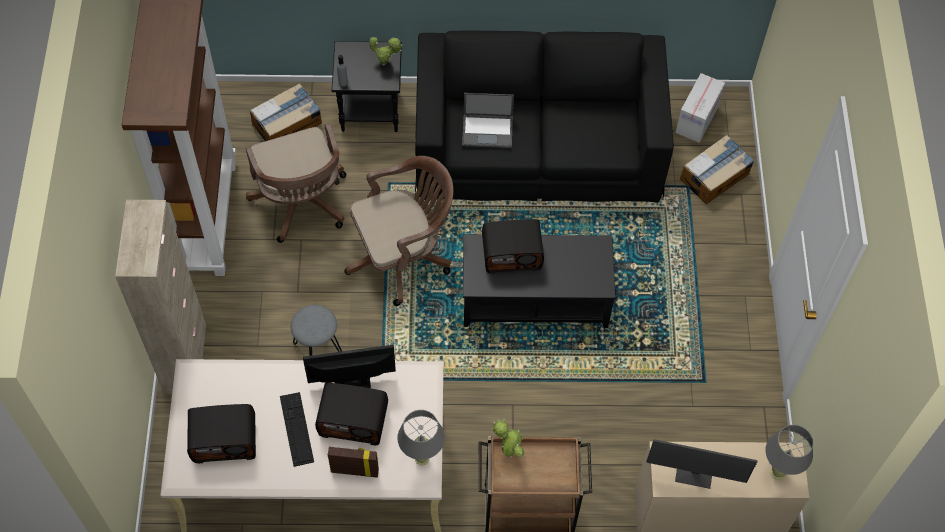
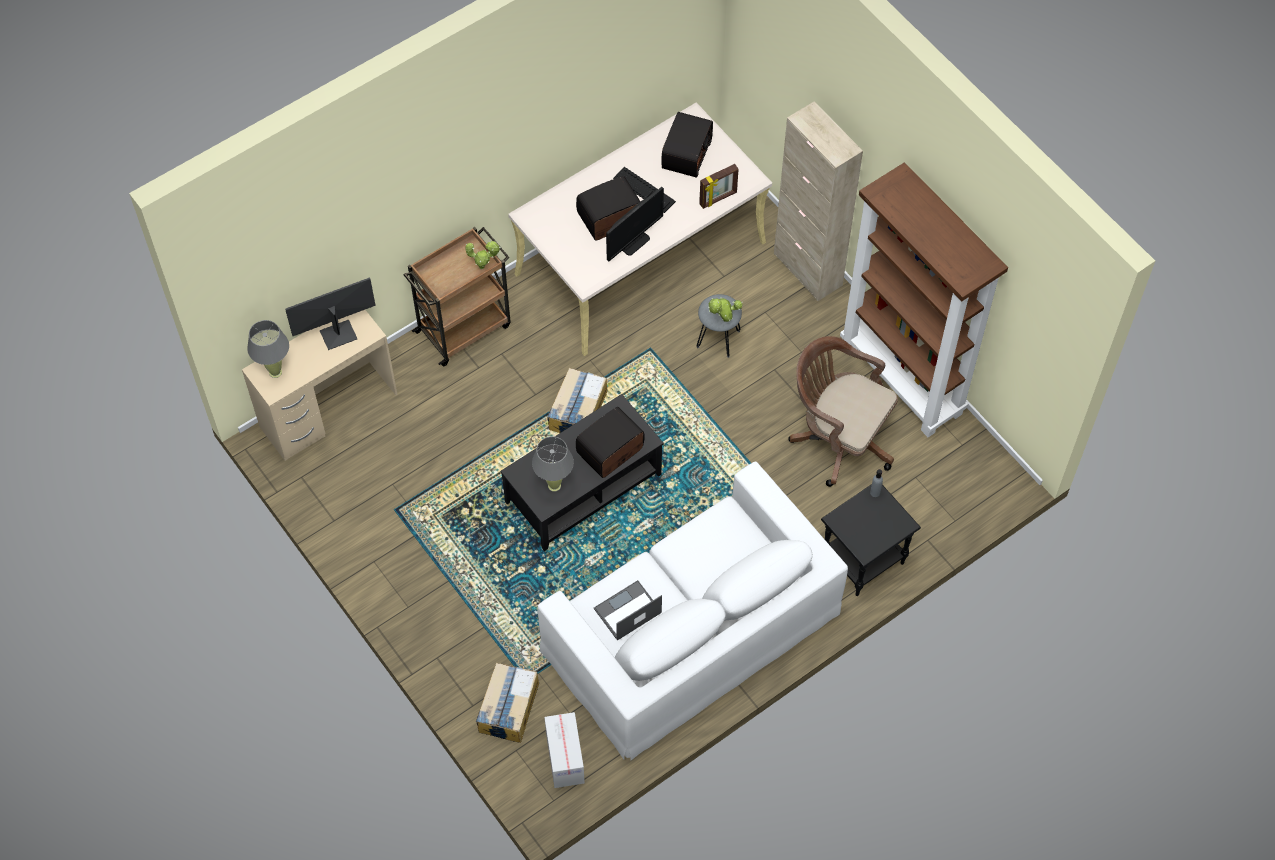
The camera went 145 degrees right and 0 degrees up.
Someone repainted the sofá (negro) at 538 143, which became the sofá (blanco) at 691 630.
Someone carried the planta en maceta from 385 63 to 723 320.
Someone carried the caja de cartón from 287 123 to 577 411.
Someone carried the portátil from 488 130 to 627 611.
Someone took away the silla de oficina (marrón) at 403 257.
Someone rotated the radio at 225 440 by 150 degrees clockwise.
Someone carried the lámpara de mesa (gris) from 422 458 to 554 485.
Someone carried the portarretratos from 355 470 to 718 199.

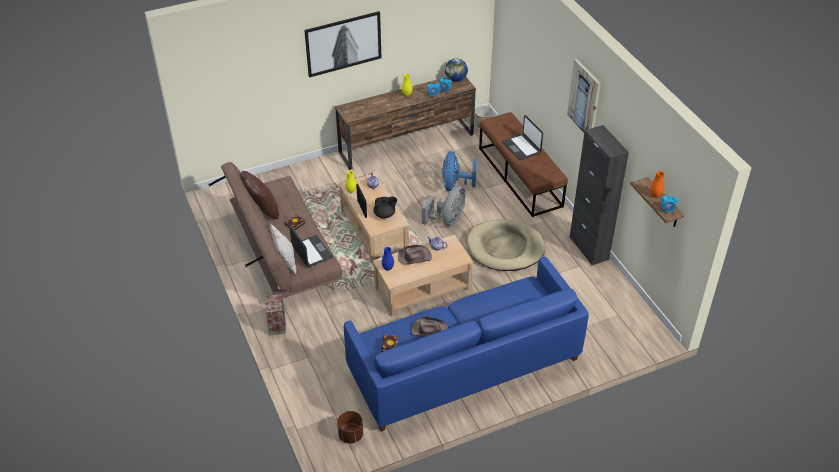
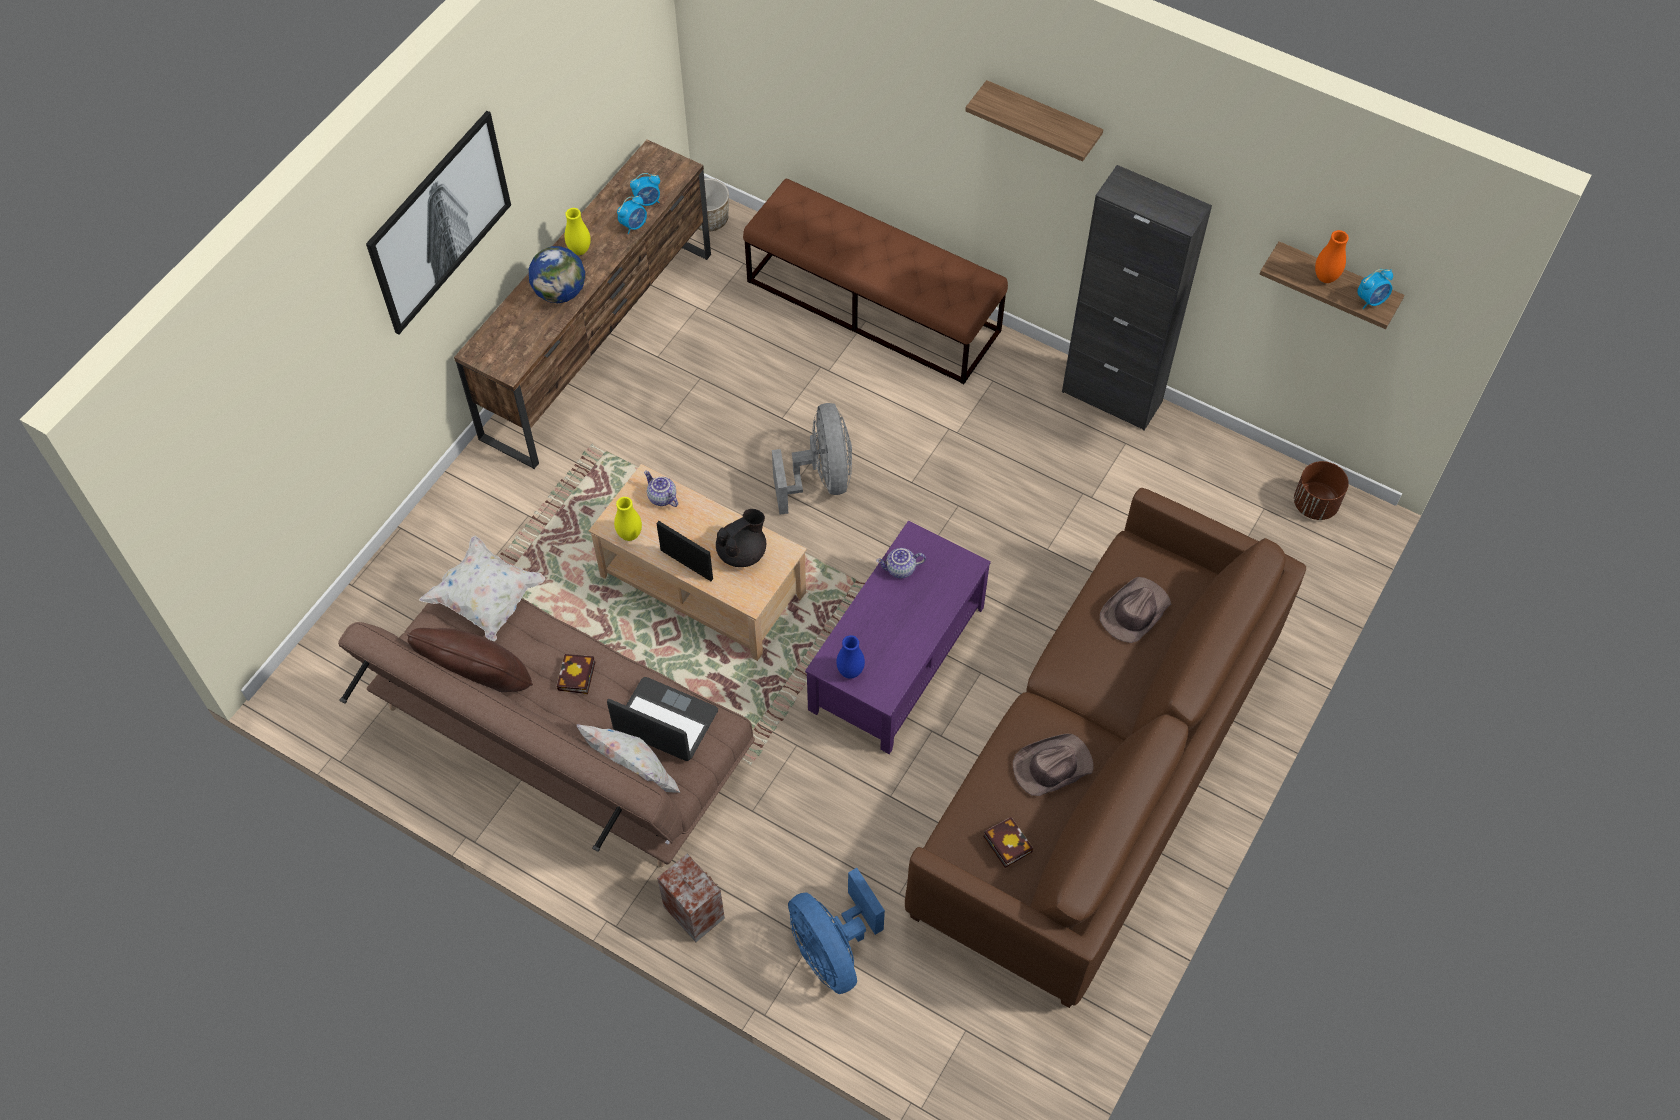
The camera went 35 degrees left and 15 degrees up.
Someone carried the globo terráqueo from 456 79 to 560 292.
Someone swapped the cuadro at 584 98 for the estante at 1042 121.
Someone took away the portátil at 522 147.
Someone carried the ventilador (azul) from 455 185 to 832 950.
Someone took away the cama para perro (beis) at 505 248.
Someone repainted the mesa de centro (beis) at 422 289, which became the mesa de centro (morado) at 898 659.
Someone carried the sombrero (marrón) from 414 257 to 1134 612.
Someone repainted the sofá (azul) at 463 365, which became the sofá (marrón) at 1097 774.
Someone carried the maceta (marrón) from 350 435 to 1315 505.
Someone put down the cojín (blanco) at 487 599.

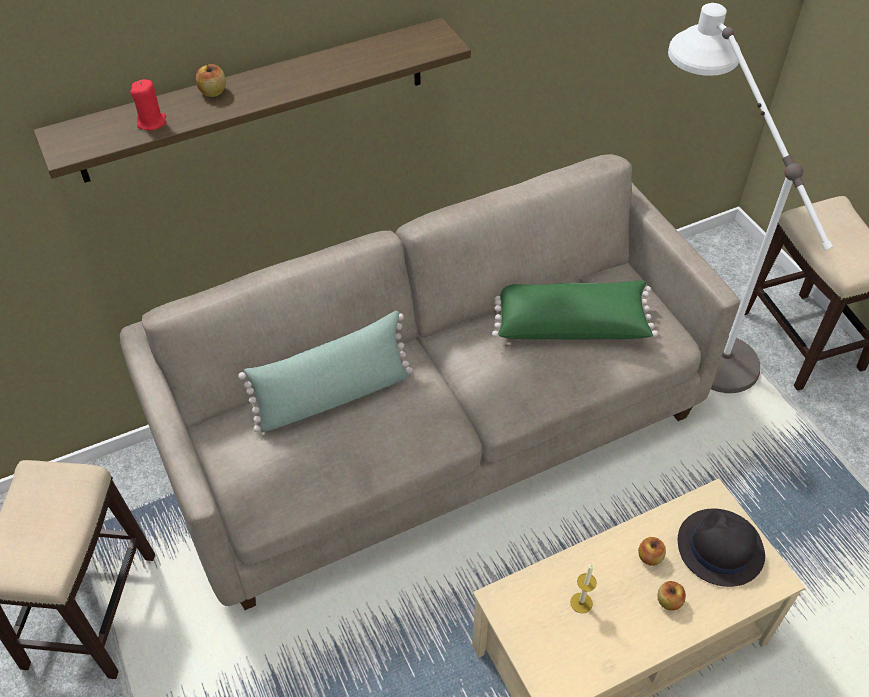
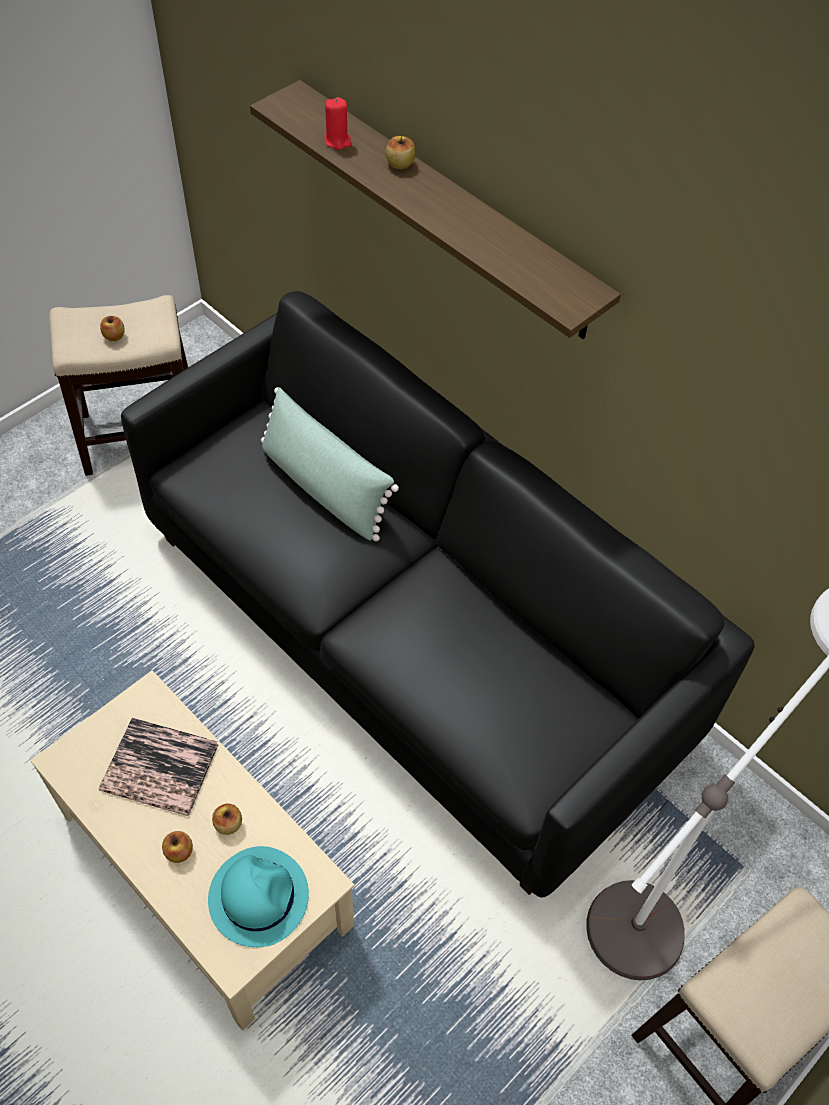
The camera went 70 degrees right and 5 degrees up.
Someone repainted the sofá (beis) at 435 430, which became the sofá (negro) at 412 634.
Someone took away the cojín (verde) at 570 322.
Someone repainted the sombrero (negro) at 719 548, which became the sombrero (turquesa) at 258 896.
Someone swapped the vela at 581 603 for the libro at 159 767.
Someone put down the manzana at 114 336.

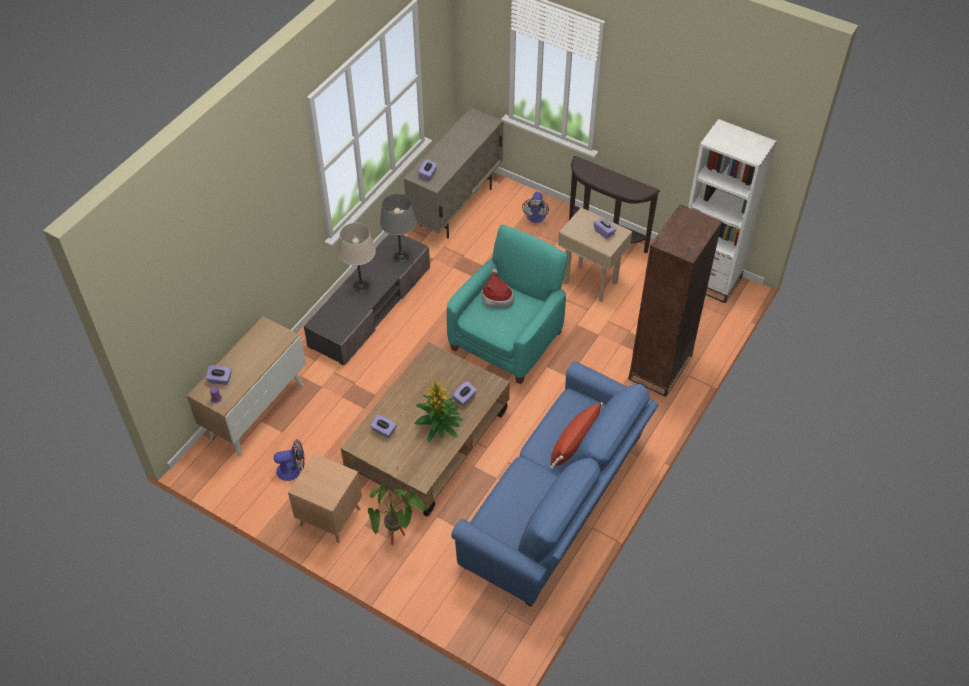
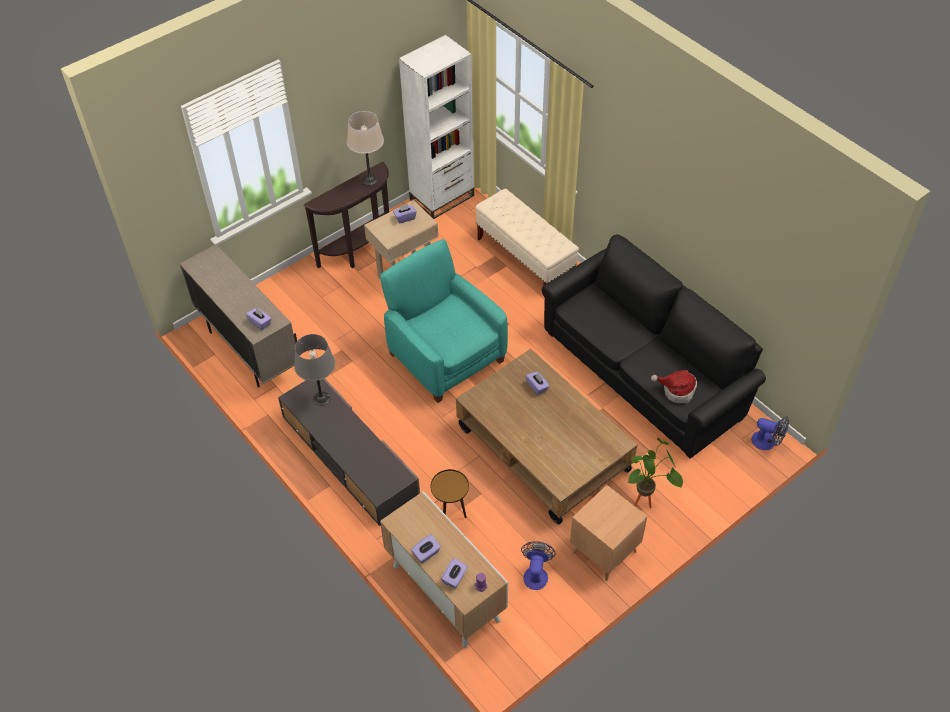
The camera went 70 degrees left and 0 degrees up.
Someone carried the ventilador from 535 218 to 767 442.
Someone swapped the estantería (marrón) at 660 367 for the banco (beis) at 525 259.
Someone carried the lámpara de mesa (beis) from 361 286 to 369 180.
Someone carried the sombrero from 496 296 to 677 390.
Someone repainted the sofá (azul) at 557 505, which became the sofá (negro) at 646 372.
Someone took away the planta en maceta at 438 425.
Someone took away the cojín (rojo) at 574 443.
Someone carried the caja de pañuelos (morado) from 383 431 to 426 553.
Someone put down the mesa auxiliar (marrón) at 451 517.

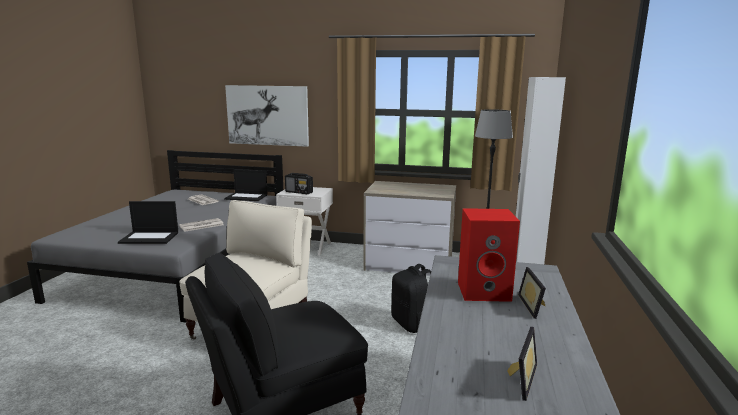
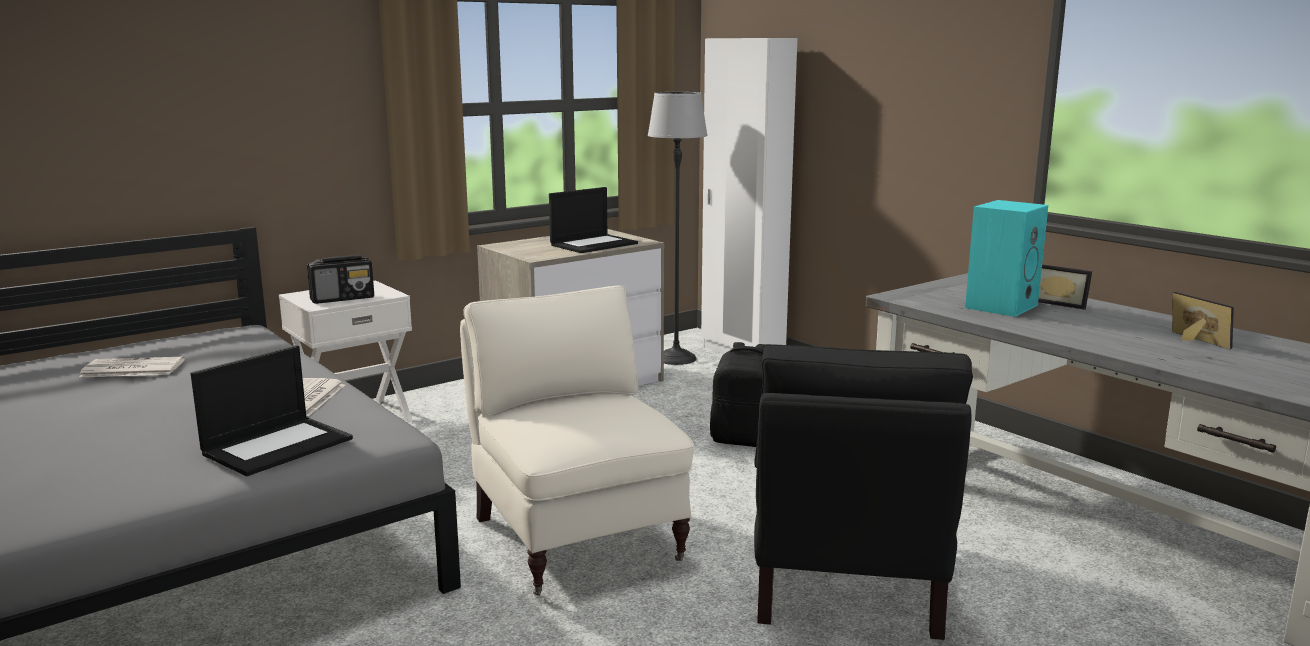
The camera went 50 degrees left and 0 degrees up.
Someone took away the cuadro at 267 115.
Someone carried the portátil from 247 197 to 594 244.
Someone repainted the altavoz (rojo) at 485 291, which became the altavoz (turquesa) at 1000 306.

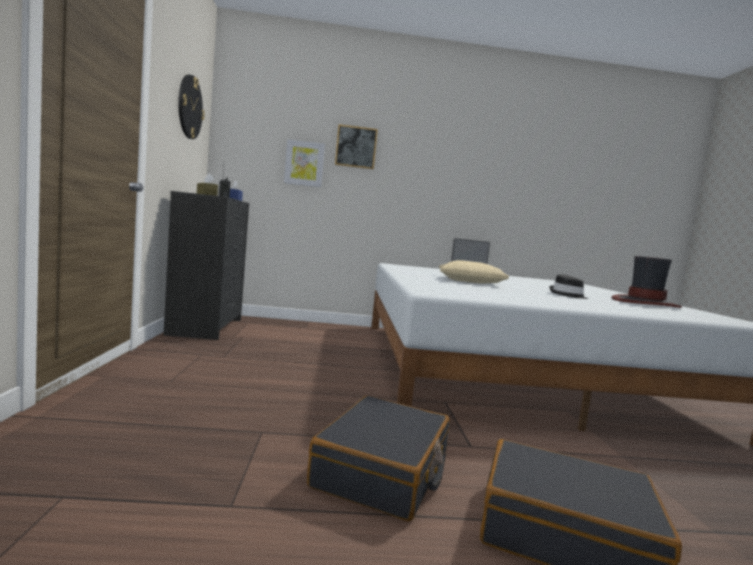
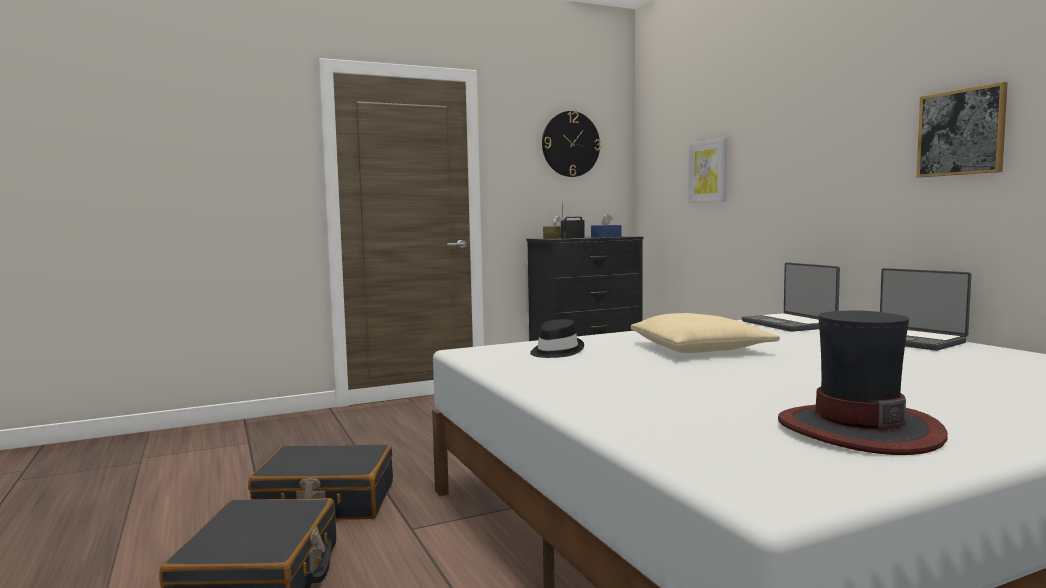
The camera went 70 degrees right and 0 degrees up.
Someone carried the cuadro from 356 147 to 961 132.
Someone carried the sombrero (negro) from 567 295 to 555 351.
Someone put down the portátil at 789 324.

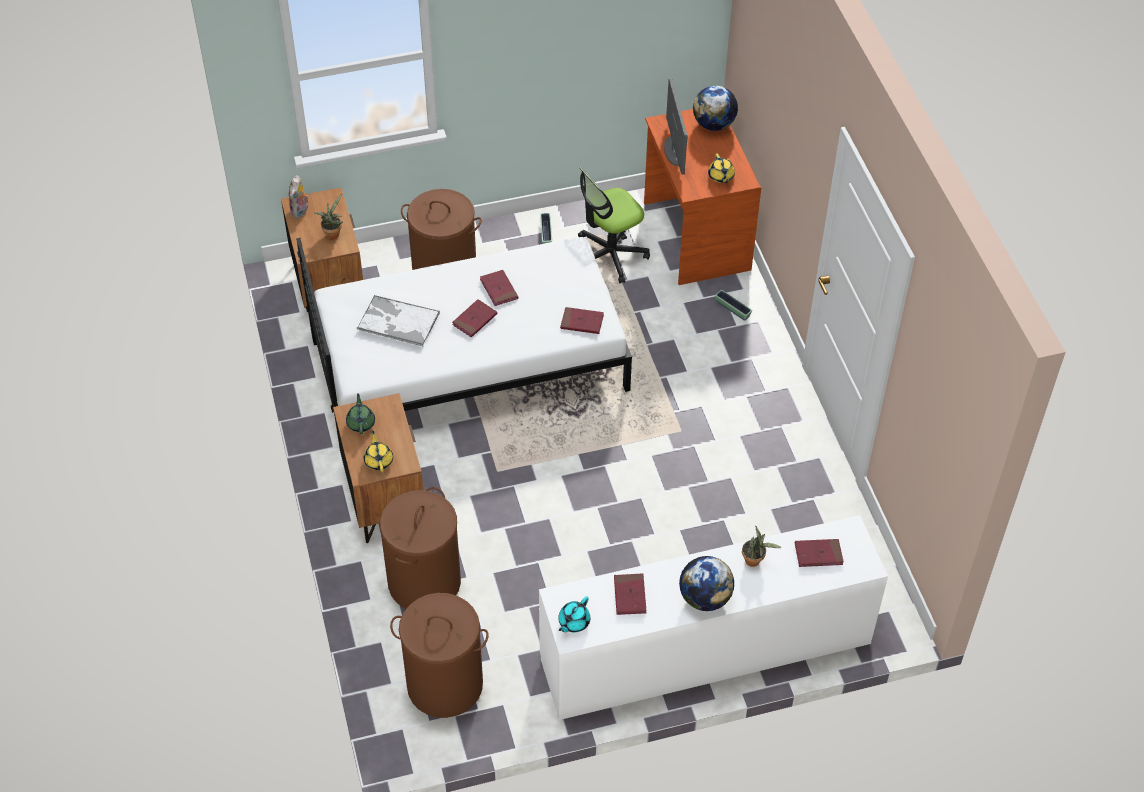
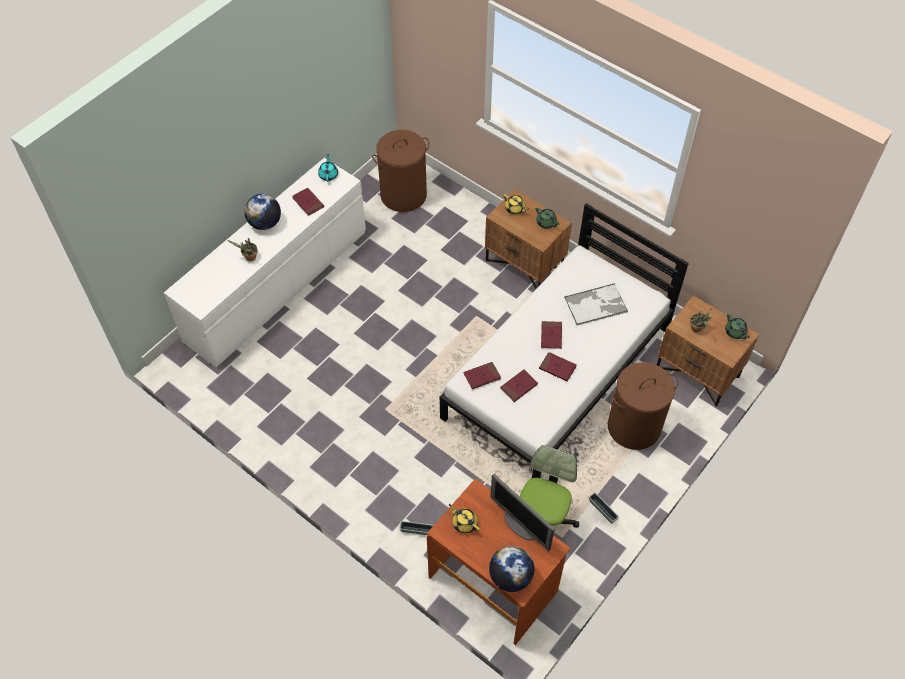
The camera went 145 degrees right and 5 degrees up.
Someone swapped the peluche at 300 211 for the tetera (verde) at 735 332.
Someone took away the cesto de la ropa (marrón) at 424 582.
Someone carried the libro (rojo) from 818 554 to 519 386.

